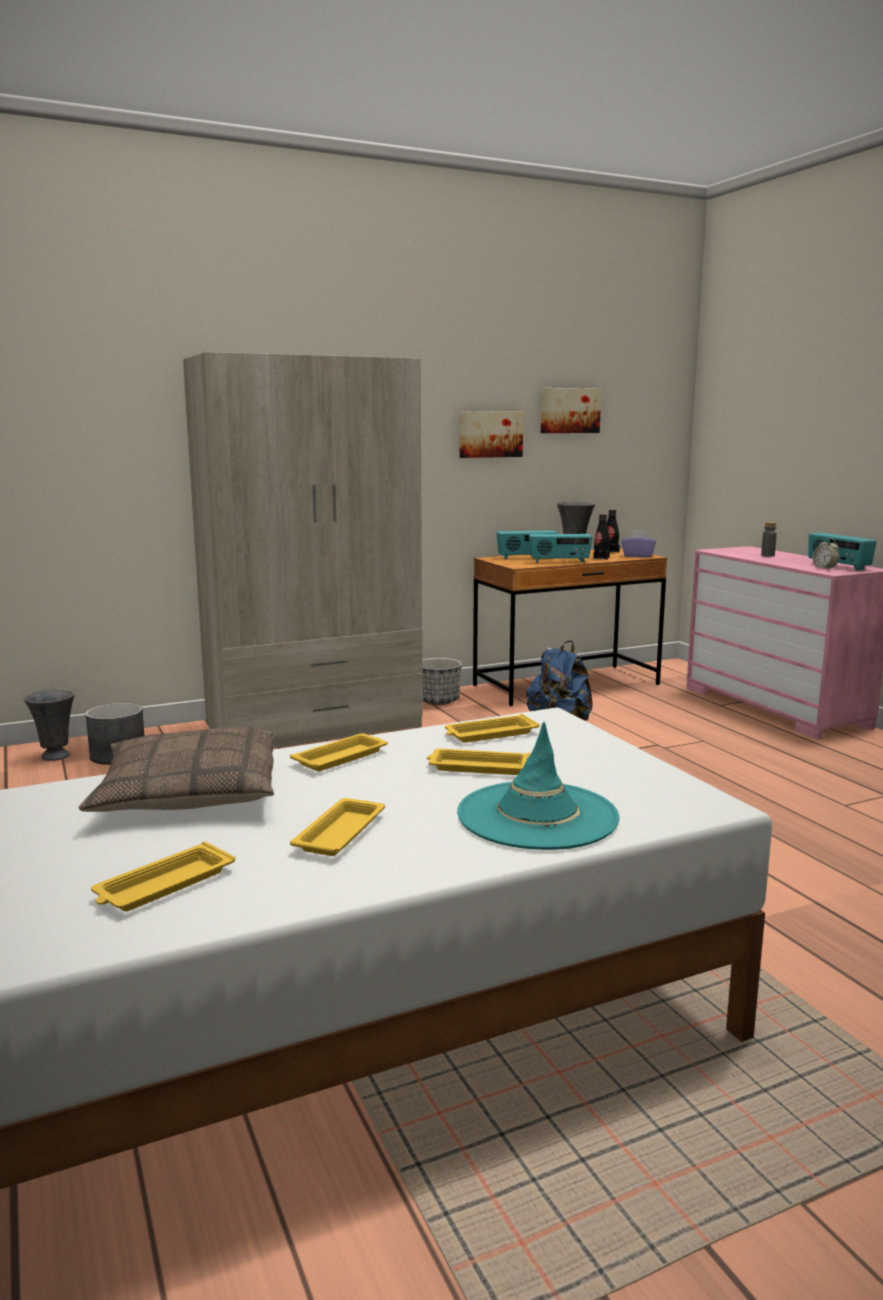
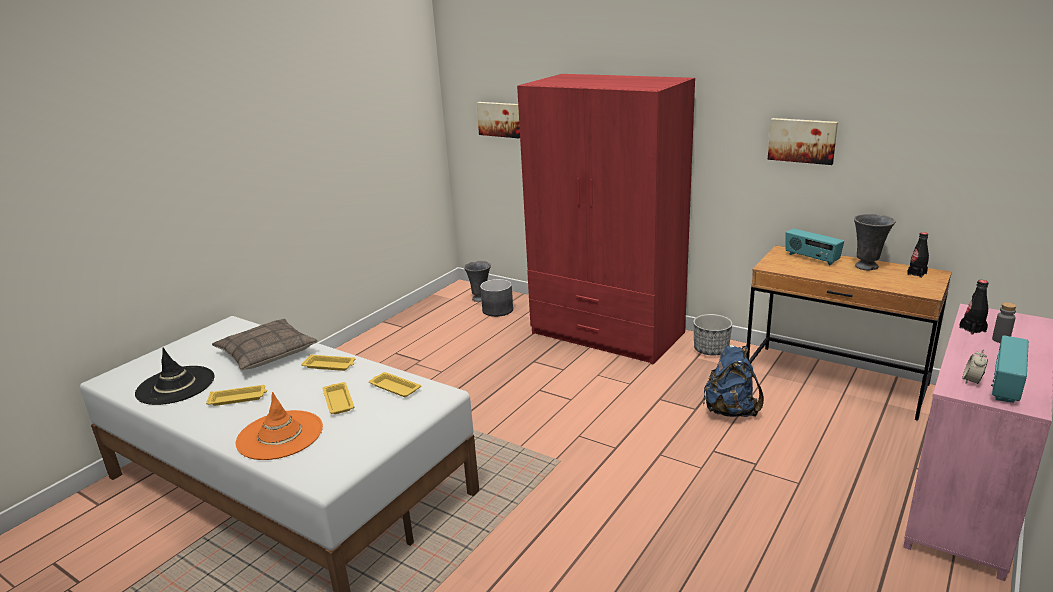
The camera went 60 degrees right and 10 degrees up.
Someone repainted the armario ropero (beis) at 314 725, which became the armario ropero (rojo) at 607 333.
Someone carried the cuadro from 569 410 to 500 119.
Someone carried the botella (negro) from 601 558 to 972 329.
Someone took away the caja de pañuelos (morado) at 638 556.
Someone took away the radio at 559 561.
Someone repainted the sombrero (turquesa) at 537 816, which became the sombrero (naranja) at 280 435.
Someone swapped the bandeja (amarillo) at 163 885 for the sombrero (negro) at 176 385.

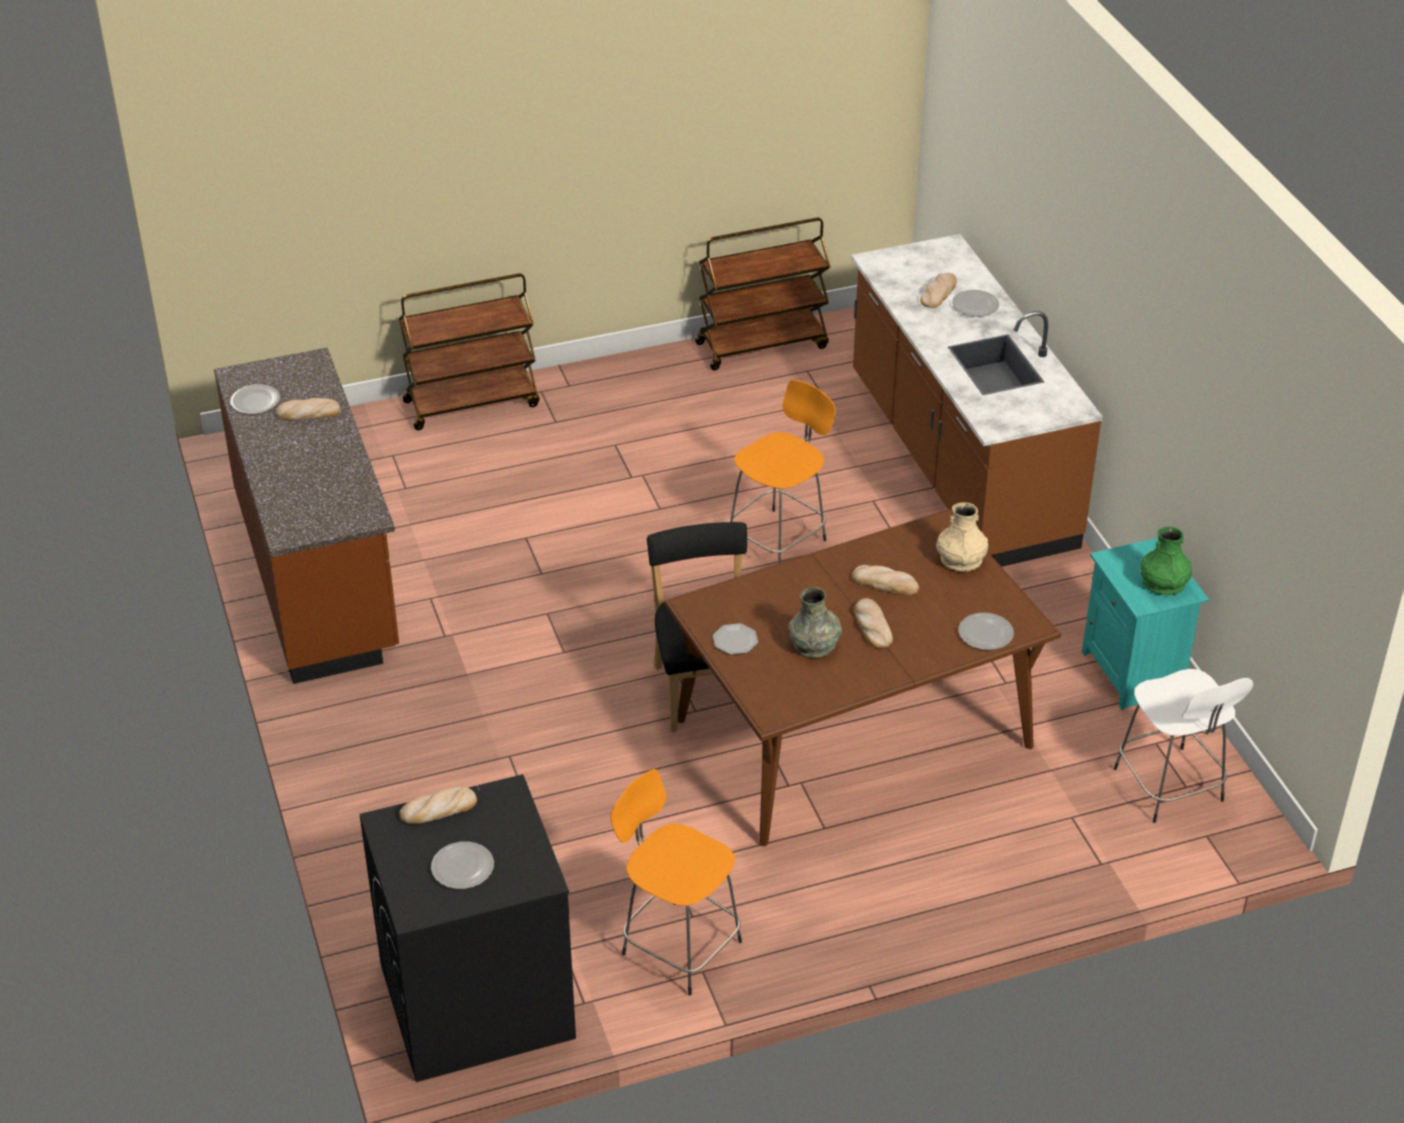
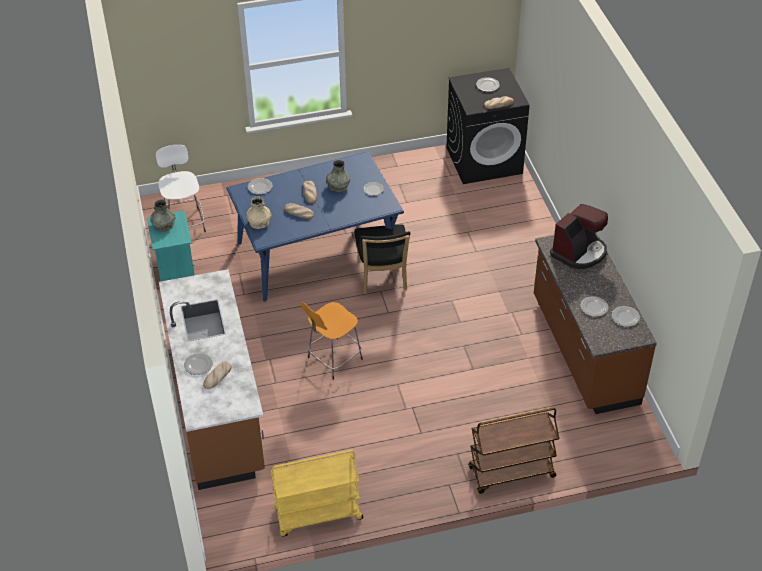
The camera went 175 degrees left and 5 degrees up.
Someone repainted the carrito (marrón) at 762 344, which became the carrito (amarillo) at 317 515.
Someone swapped the pan at 308 413 for the plato at 593 307.
Someone repainted the mesa de comedor (marrón) at 852 734, which became the mesa de comedor (azul) at 318 252.
Someone repainted the florero (verde) at 1164 583, which became the florero (gris) at 163 225.
Someone took away the taburete (naranja) at 678 945.
Someone put down the cafetera at 579 252.

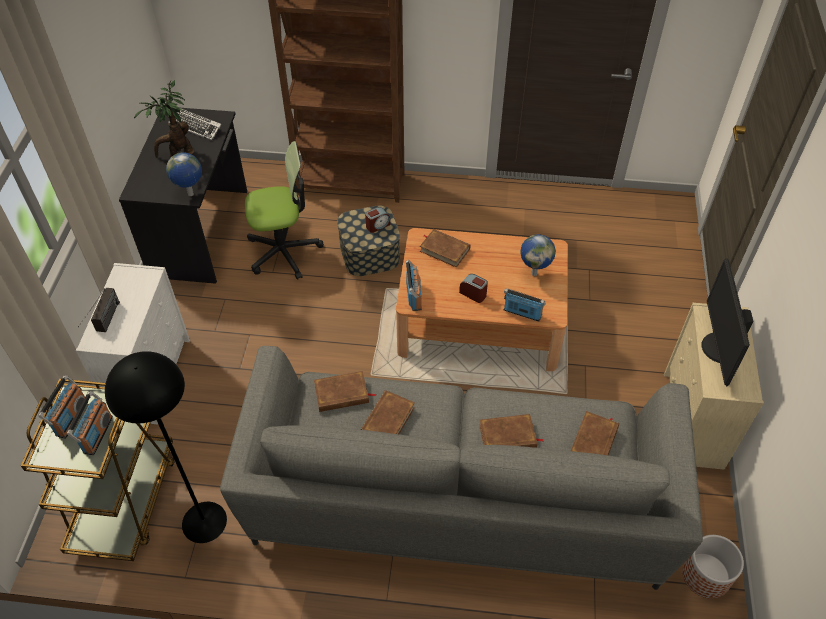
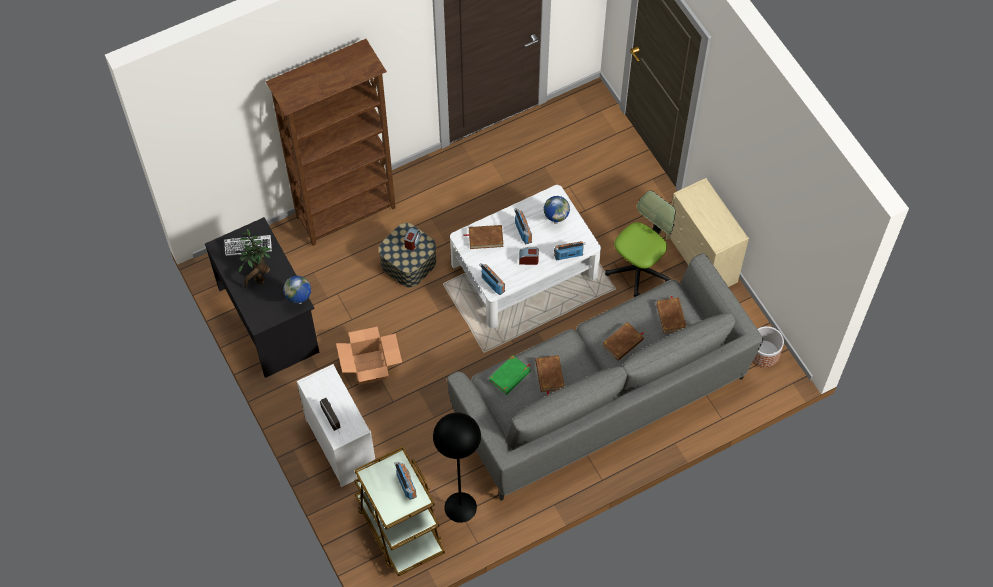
The camera went 35 degrees left and 10 degrees up.
Someone carried the silla de oficina from 284 251 to 638 269.
Someone repainted the mesa de centro (marrón) at 479 321, which became the mesa de centro (blanco) at 524 270.
Someone took away the monitor at 718 348.
Someone repainted the libro (marrón) at 342 394, which became the libro (verde) at 510 376.
Someone carried the radio from 71 418 to 523 232.
Someone put down the caja de cartón at 370 367.

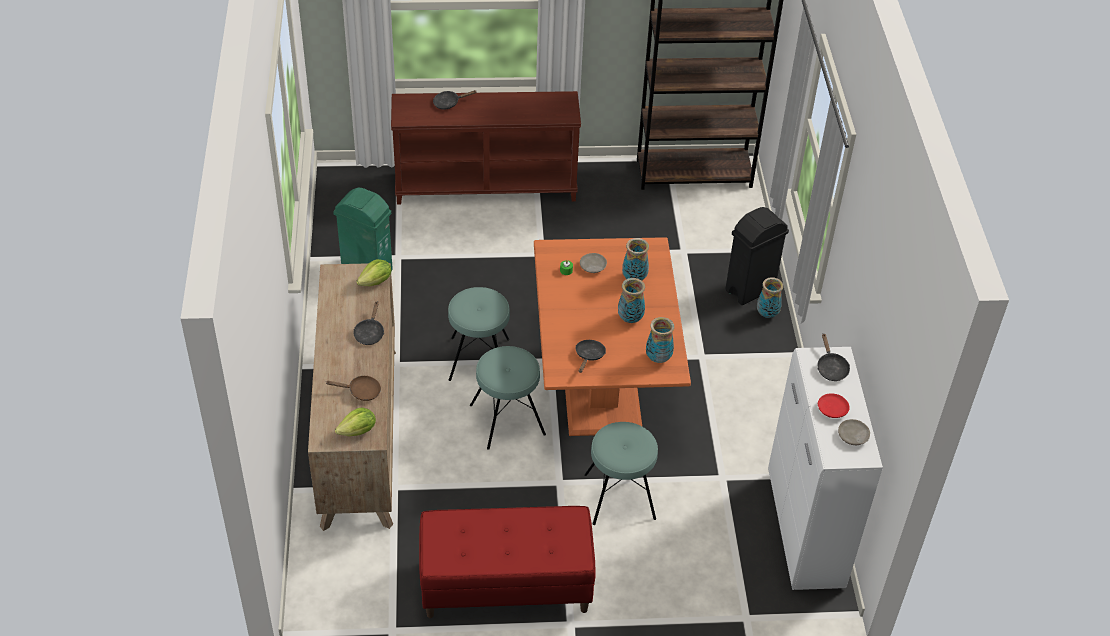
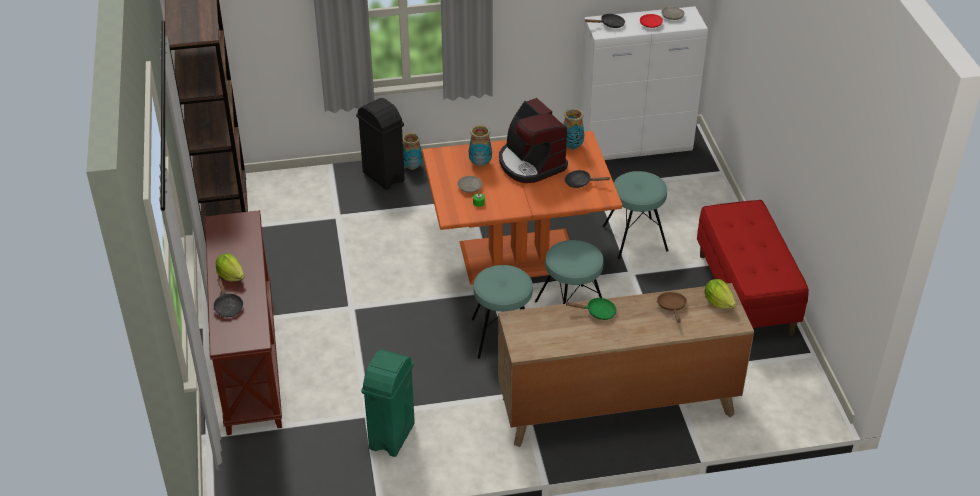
The camera went 95 degrees left and 5 degrees down.
Someone carried the lechuga from 376 282 to 231 276.
Someone swapped the florero at 630 319 for the cafetera at 530 163.
Someone repainted the sartén (negro) at 369 333, which became the sartén (verde) at 597 312.

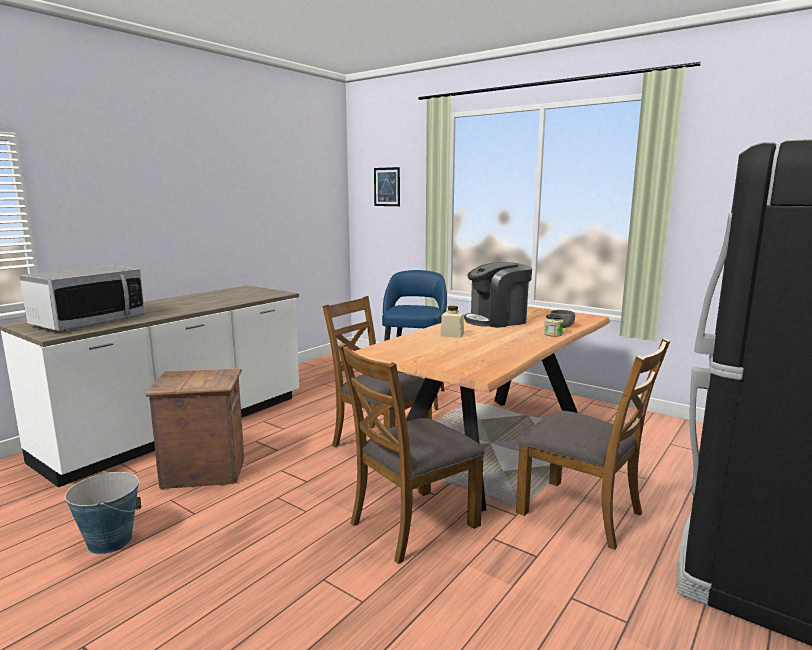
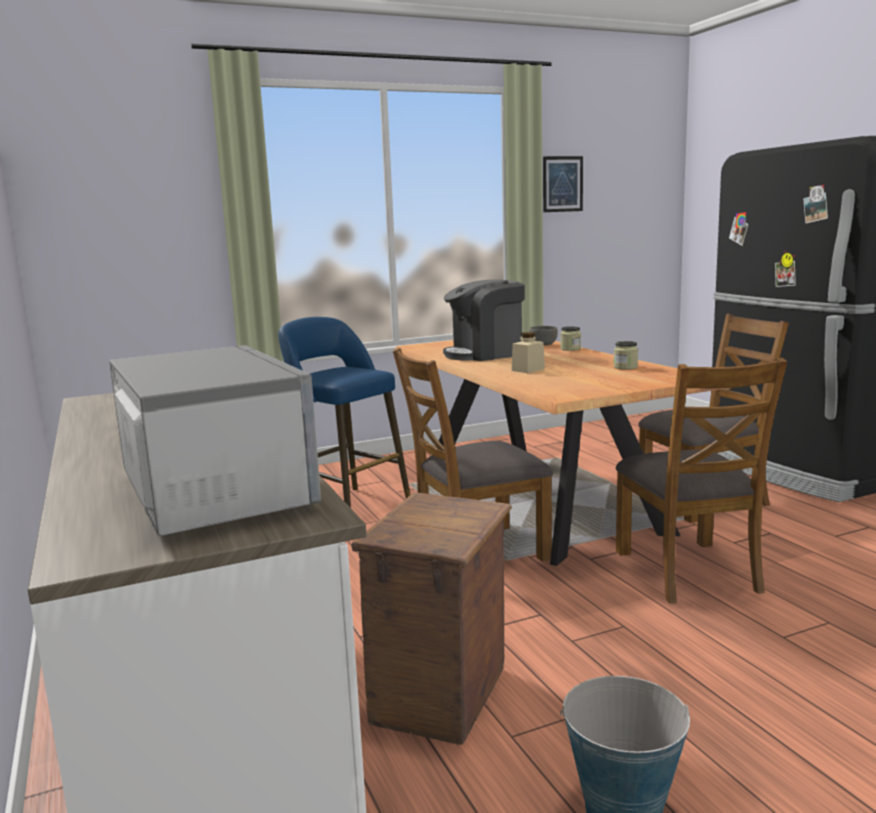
The camera went 60 degrees left and 0 degrees up.
Someone carried the cuadro from 387 187 to 562 184.
Someone rotated the cafetera at 497 320 by 60 degrees clockwise.
Someone put down the tarro at 625 367.

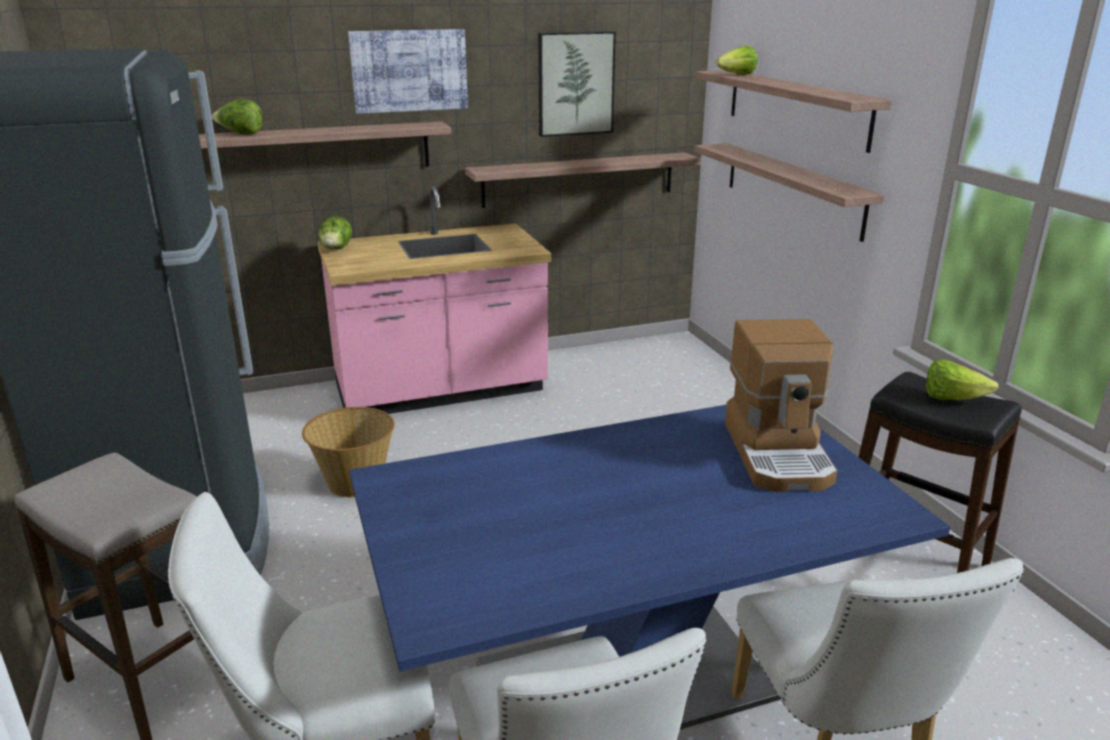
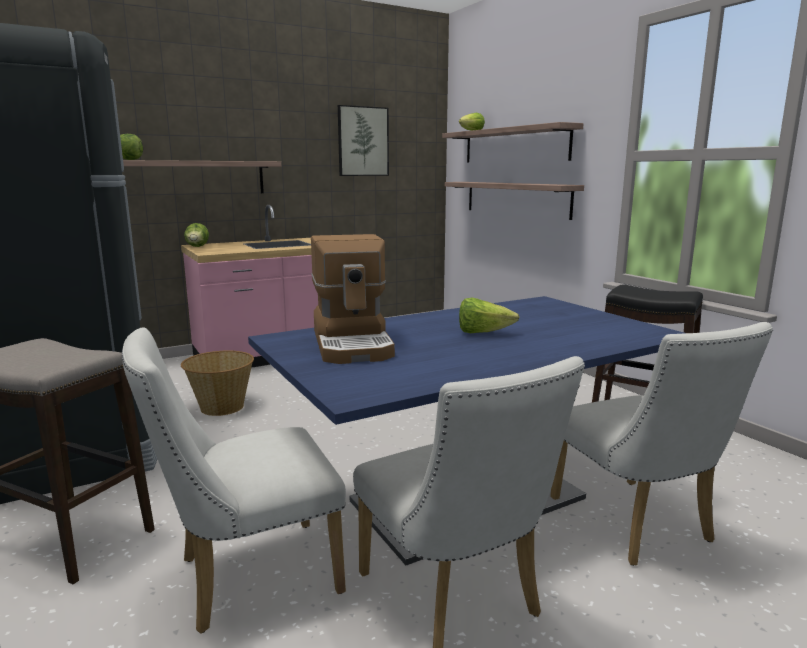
The camera went 10 degrees left and 10 degrees down.
Someone took away the cuadro at 409 71.
Someone took away the estante at 579 179.
Someone carried the cafetera from 779 453 to 353 344.
Someone carried the lechuga from 951 399 to 482 333.

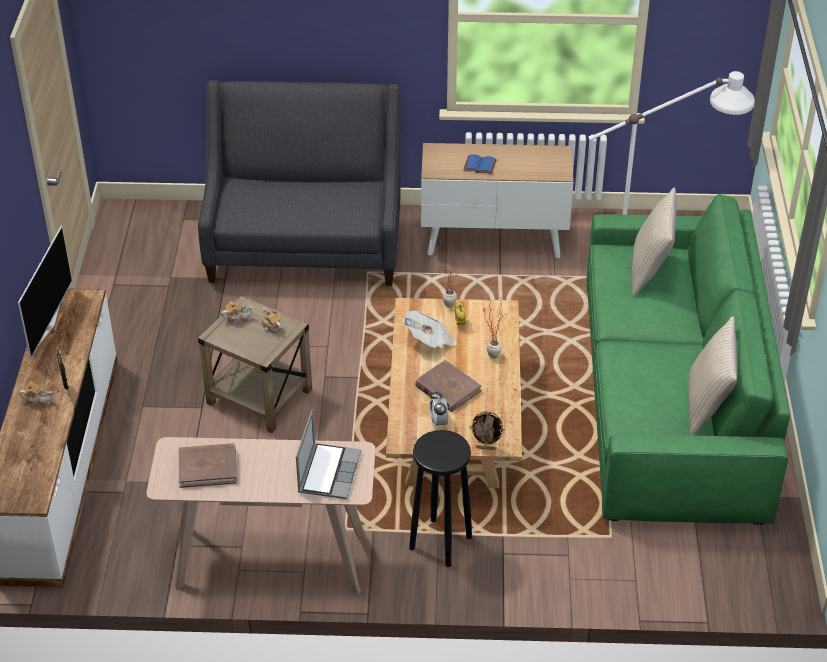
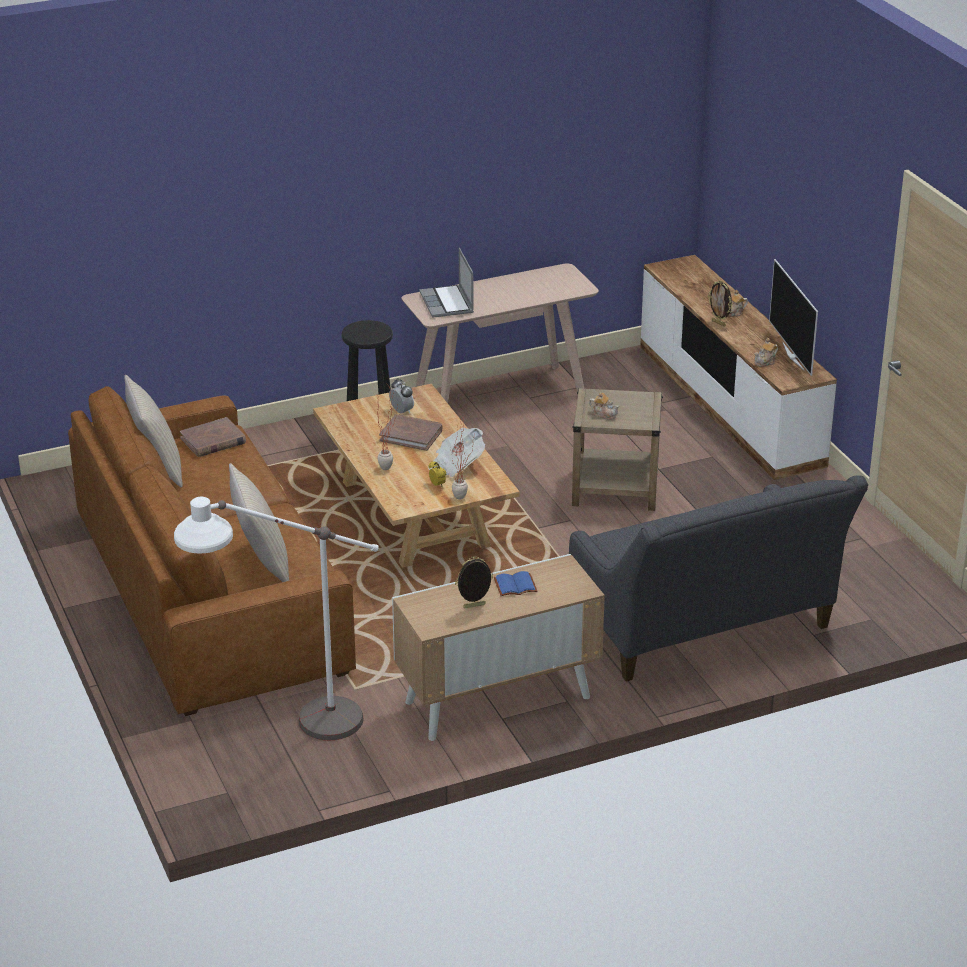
The camera went 155 degrees right and 10 degrees down.
Someone repainted the sofá (verde) at 671 398, which became the sofá (marrón) at 210 592.
Someone carried the tetera from 237 319 to 765 362.
Someone carried the portarretratos from 486 448 to 474 606.
Someone carried the libro (marrón) from 208 467 to 213 441.

